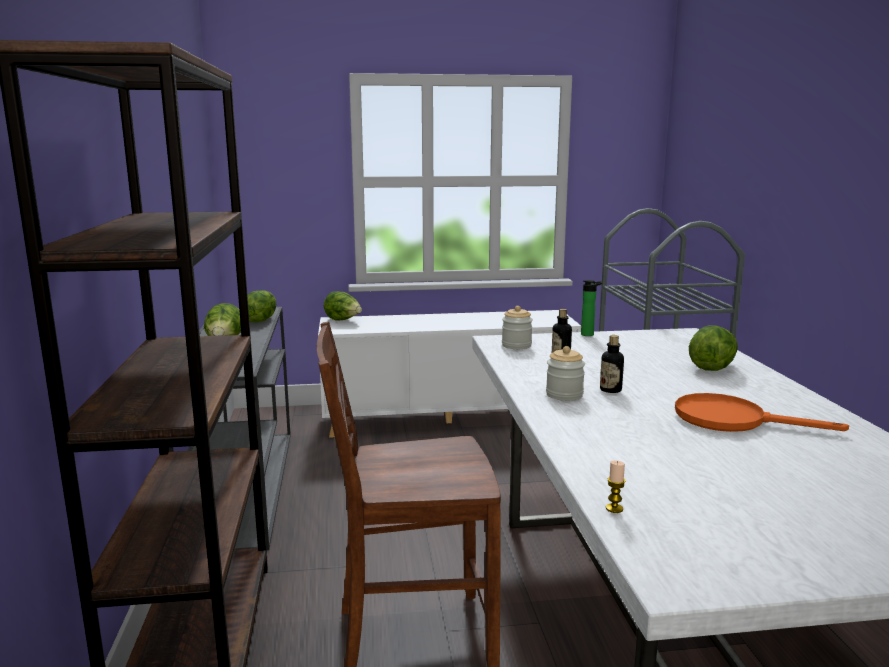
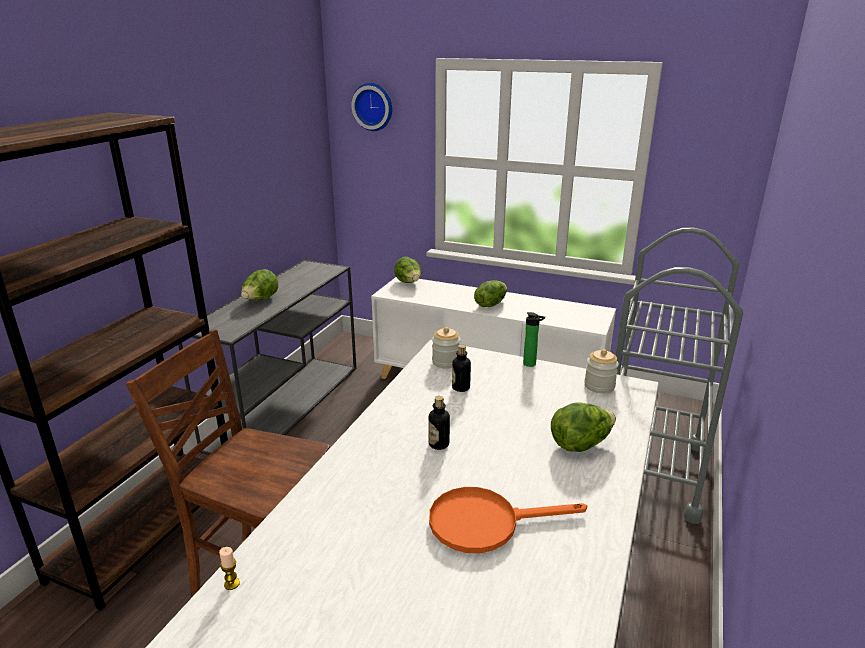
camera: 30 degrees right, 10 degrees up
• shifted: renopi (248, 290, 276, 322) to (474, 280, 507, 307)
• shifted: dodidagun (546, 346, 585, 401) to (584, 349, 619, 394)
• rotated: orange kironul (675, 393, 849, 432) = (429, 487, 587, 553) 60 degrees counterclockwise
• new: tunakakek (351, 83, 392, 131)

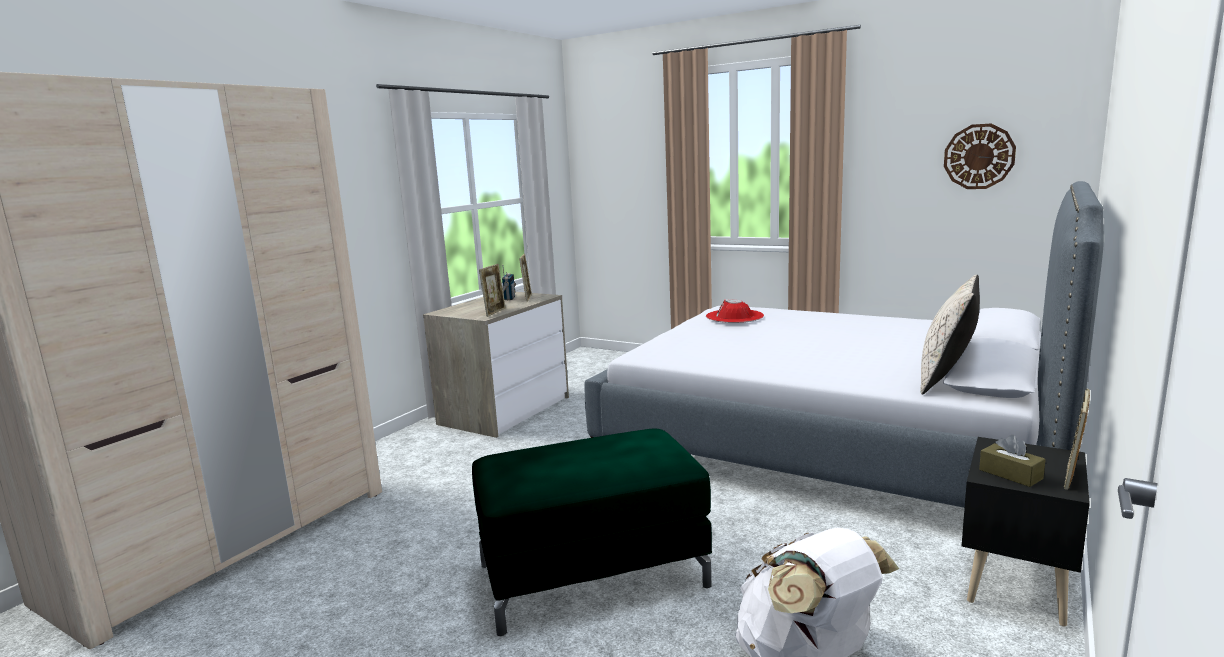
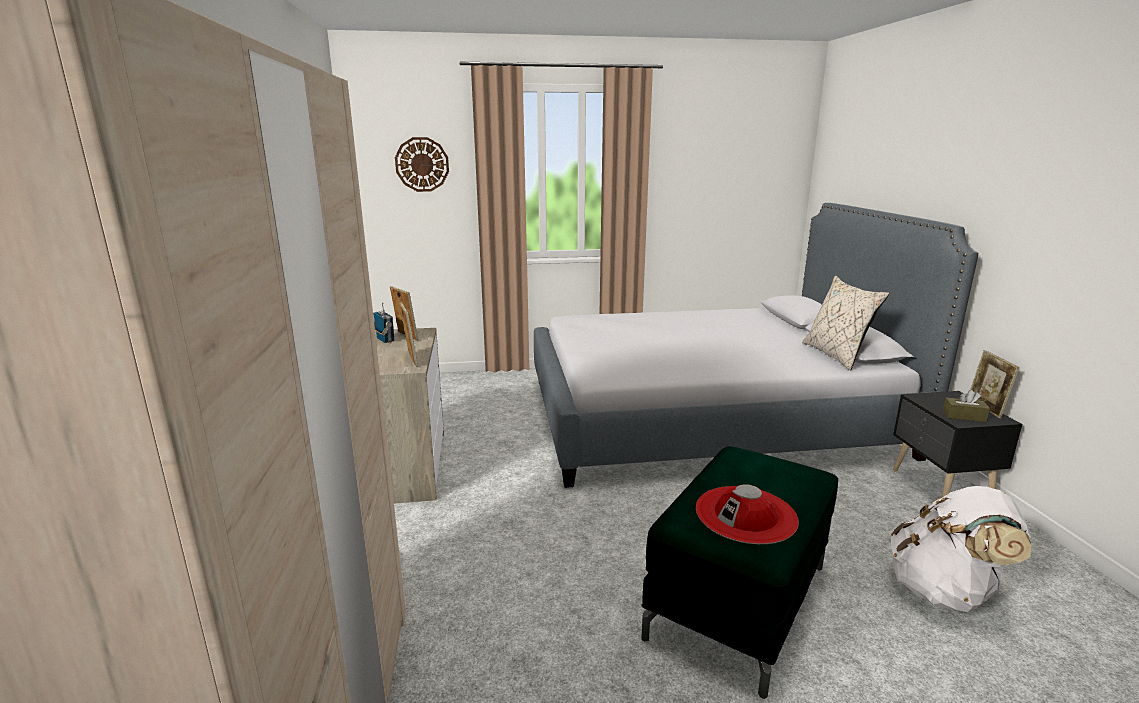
camera: 40 degrees left, 5 degrees up
• shifted: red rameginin (706, 299, 764, 323) to (696, 484, 799, 544)
• shifted: tunakakek (944, 124, 1016, 189) to (395, 137, 449, 192)

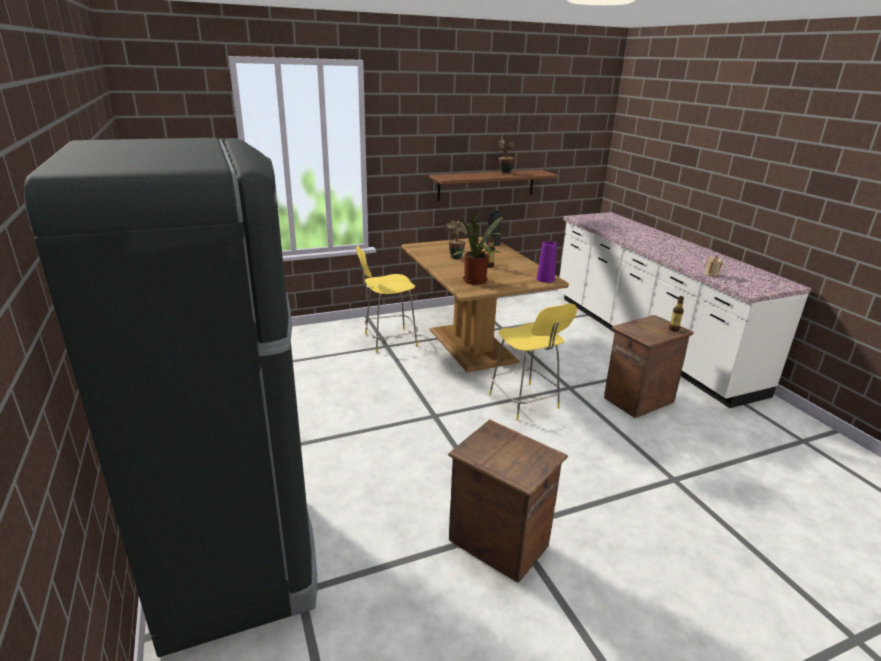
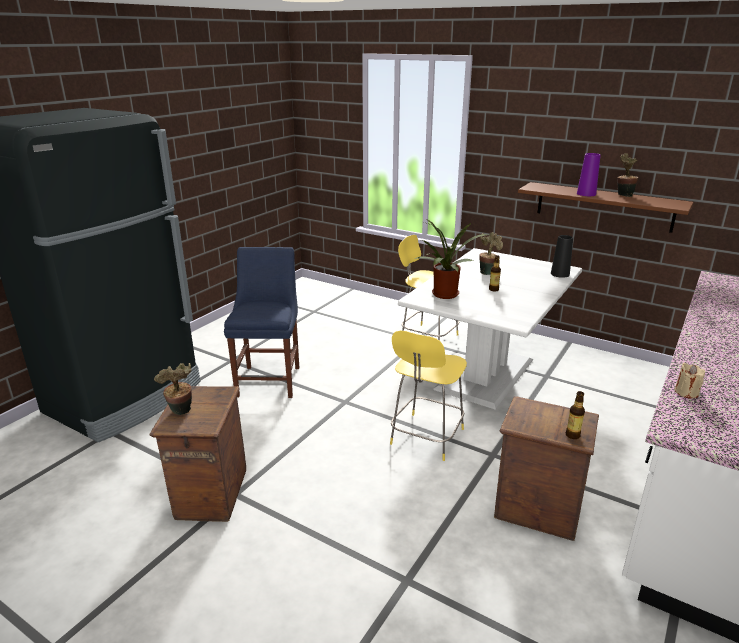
camera: 55 degrees right, 0 degrees up
• repainted: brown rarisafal (402, 237, 569, 372) to white rarisafal (398, 248, 582, 410)
• shifted: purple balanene (537, 241, 557, 283) to (577, 153, 601, 196)
• new: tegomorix (154, 363, 192, 415)
• new: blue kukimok (224, 247, 299, 398)

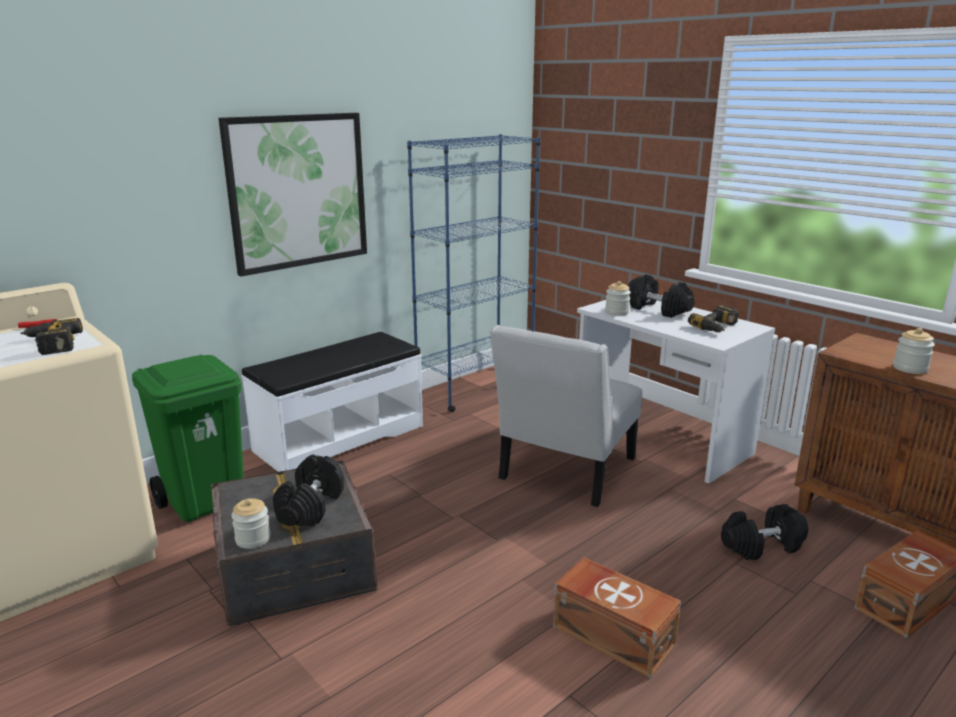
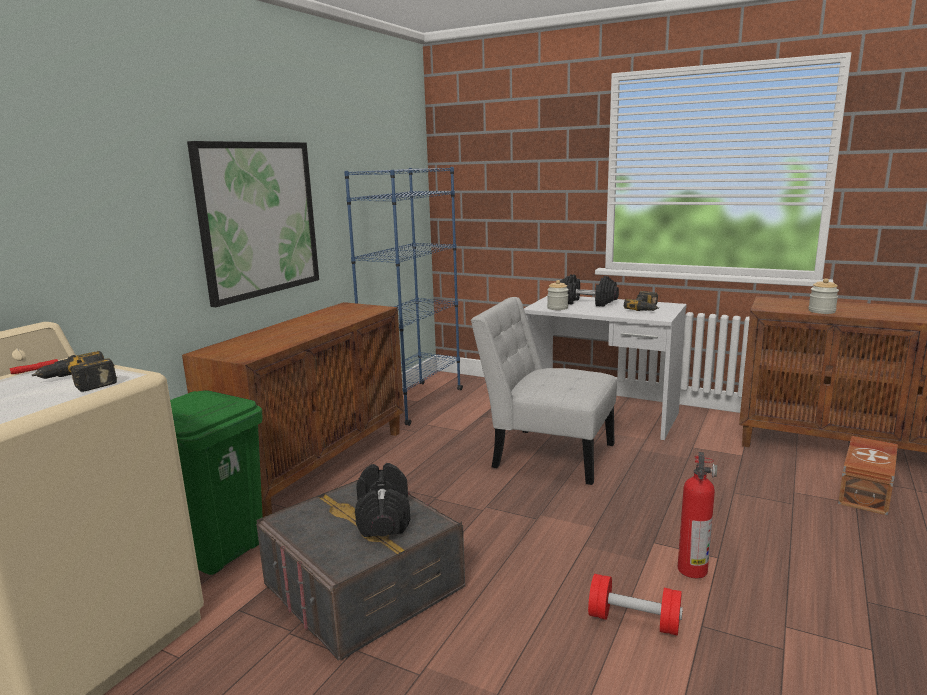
camera: 20 degrees left, 5 degrees down
• gone: dodidagun (232, 498, 271, 549)
• swapped: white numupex (241, 332, 423, 472) to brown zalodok (182, 302, 404, 517)
• rotated: white kukimok (490, 325, 642, 507) = (471, 297, 617, 485) 105 degrees clockwise
• swapped: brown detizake (553, 557, 681, 678) to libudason (678, 452, 717, 578)
• gone: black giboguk (721, 504, 808, 560)
• new: red giboguk (588, 574, 683, 636)

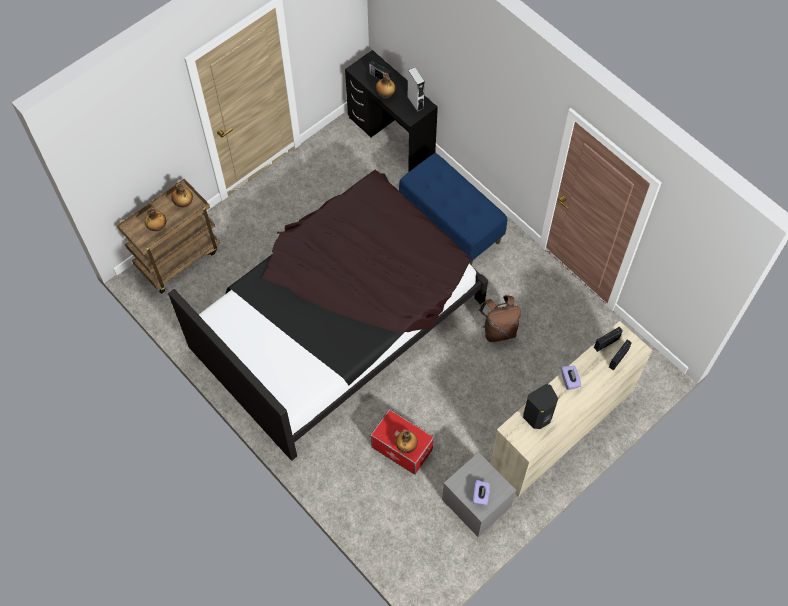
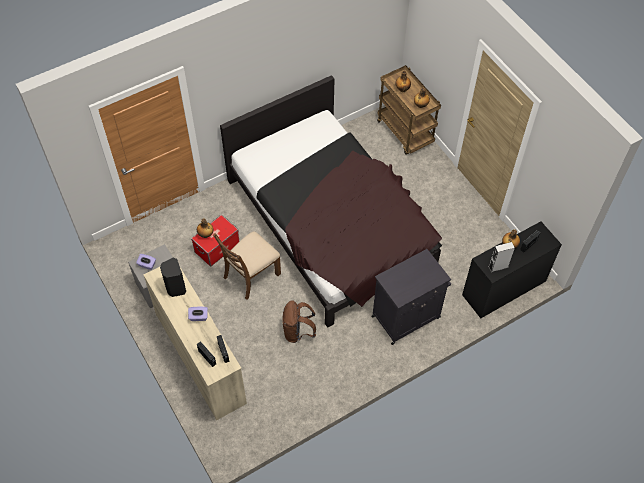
camera: 100 degrees right, 5 degrees down
• swapped: blue numupex (399, 153, 507, 266) to black zalodok (371, 249, 451, 345)
• new: brown kukimok (213, 231, 281, 300)

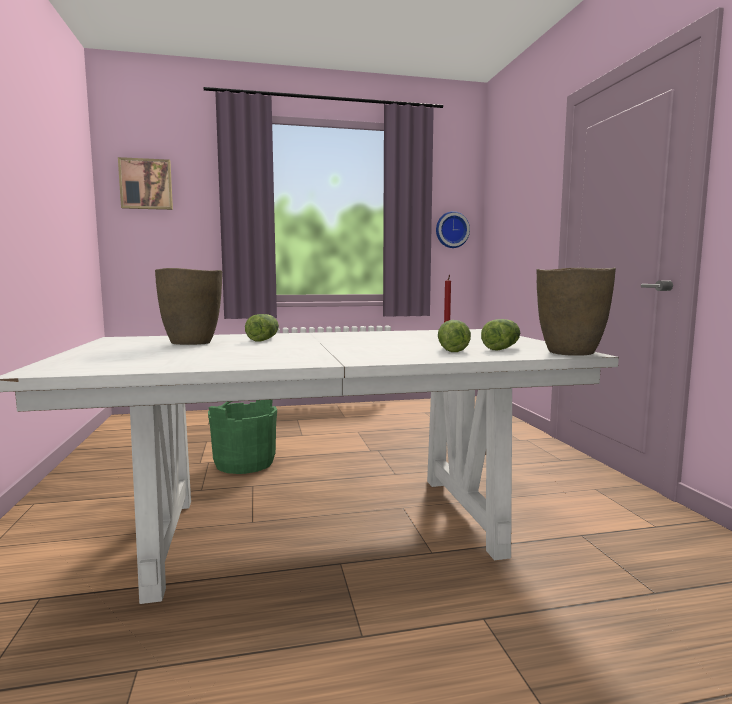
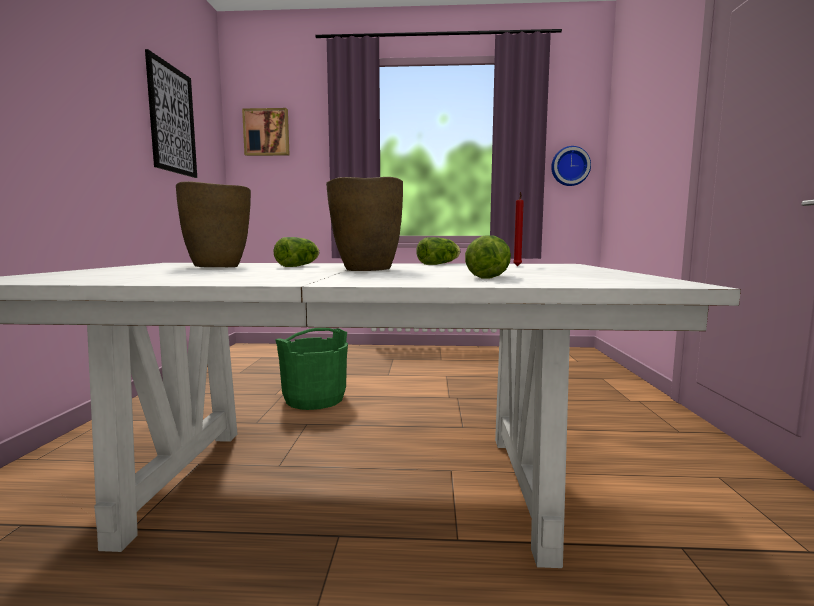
camera: 15 degrees right, 0 degrees up
• shifted: renopi (481, 319, 520, 350) to (416, 237, 461, 265)
• shifted: brown balanene (536, 268, 616, 356) to (326, 177, 403, 271)
• new: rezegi (145, 49, 197, 178)

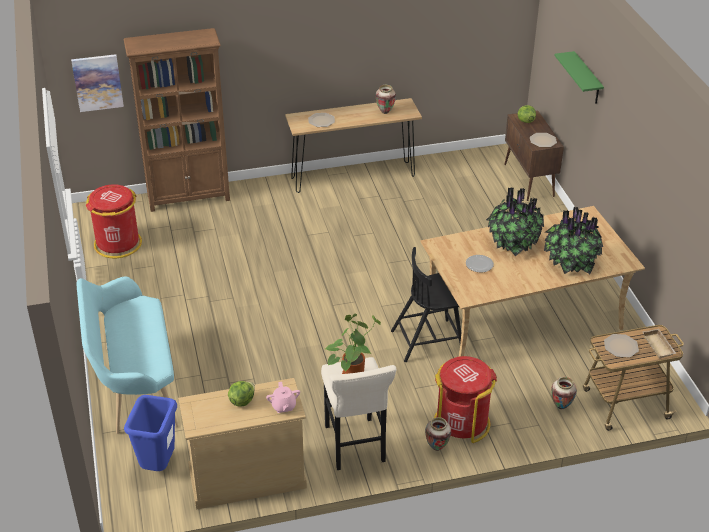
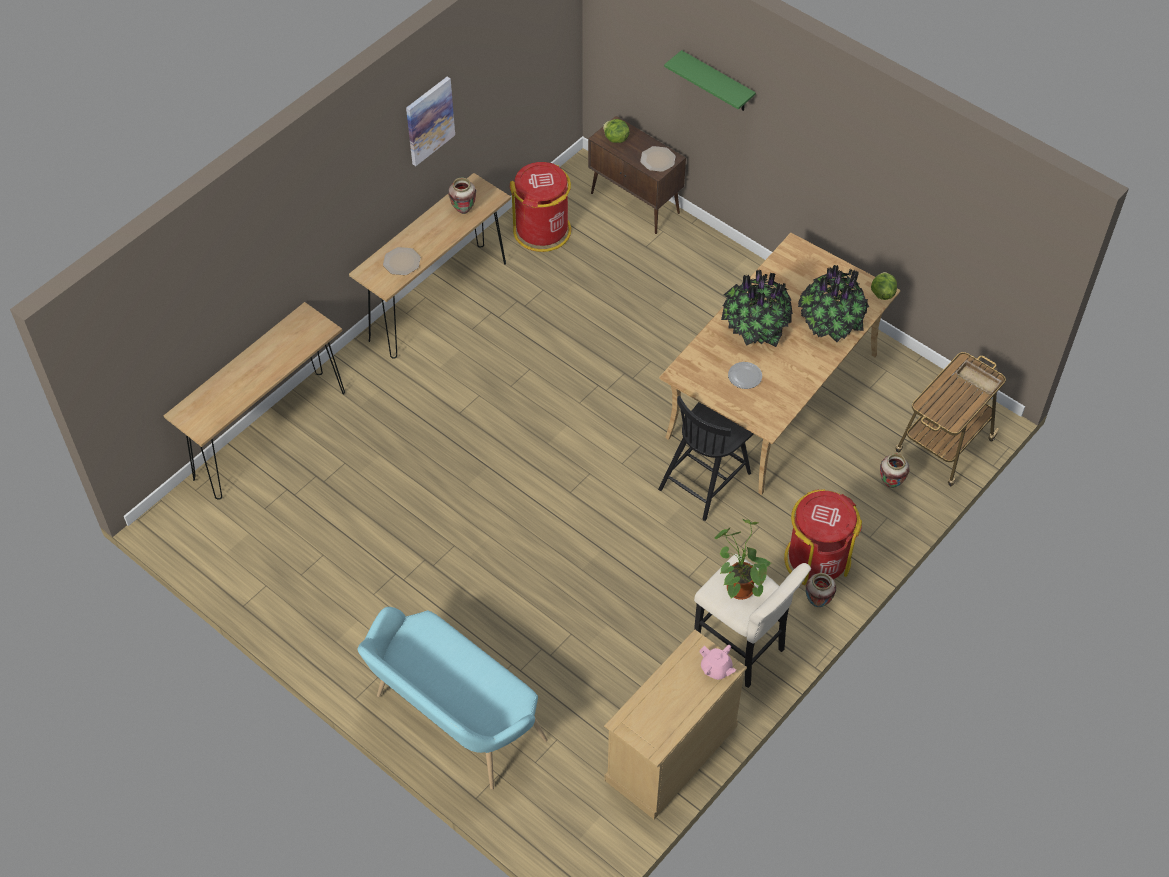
camera: 35 degrees left, 15 degrees up
• shifted: rezegi (71, 54, 124, 112) to (406, 77, 455, 166)
• shifted: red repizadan (86, 184, 142, 258) to (510, 162, 571, 252)
• swapped: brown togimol (124, 28, 230, 212) to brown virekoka (164, 302, 345, 500)
• gone: blue repizadan (124, 395, 177, 471)
• shifted: renopi (228, 381, 255, 407) to (871, 272, 897, 300)
• gone: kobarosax (604, 334, 639, 357)

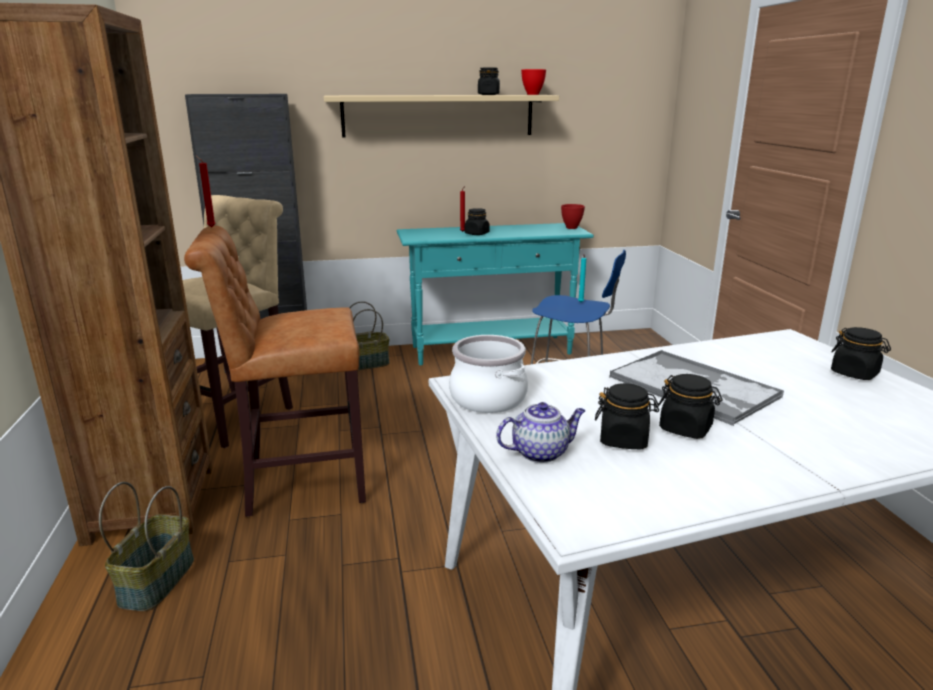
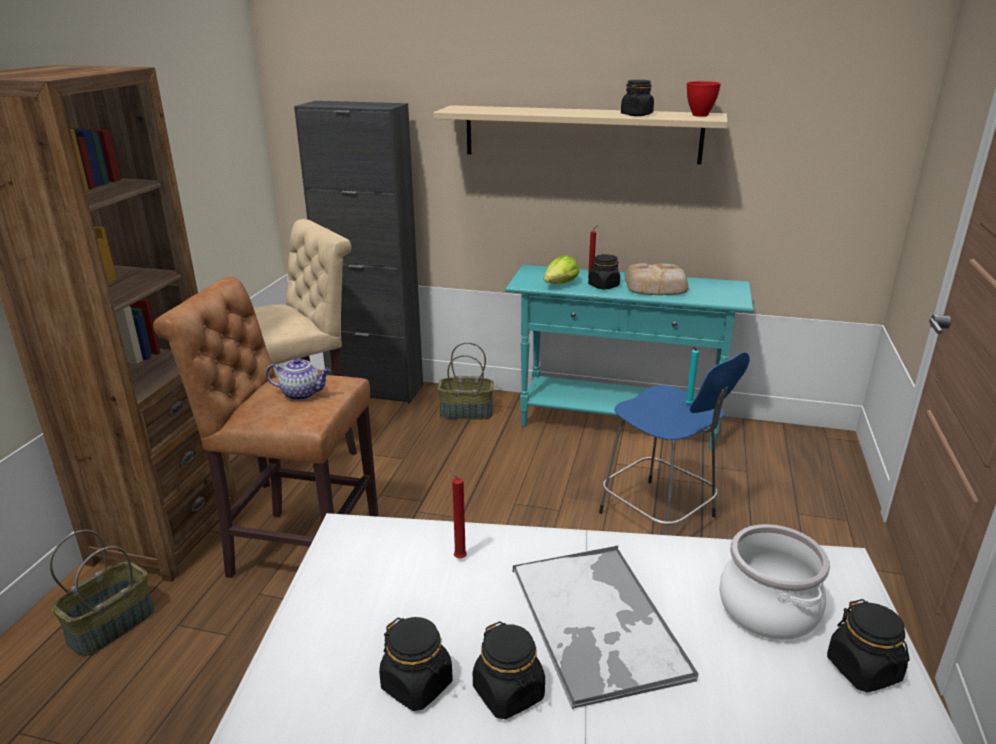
camera: 25 degrees right, 5 degrees up
• shifted: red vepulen (196, 156, 216, 227) to (450, 467, 467, 559)
• shifted: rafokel (449, 335, 528, 413) to (719, 524, 830, 640)
• shifted: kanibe (496, 402, 585, 463) to (266, 358, 331, 400)
• gone: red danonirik (561, 204, 585, 229)
• new: renopi (543, 255, 579, 284)
• new: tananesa (625, 263, 689, 295)

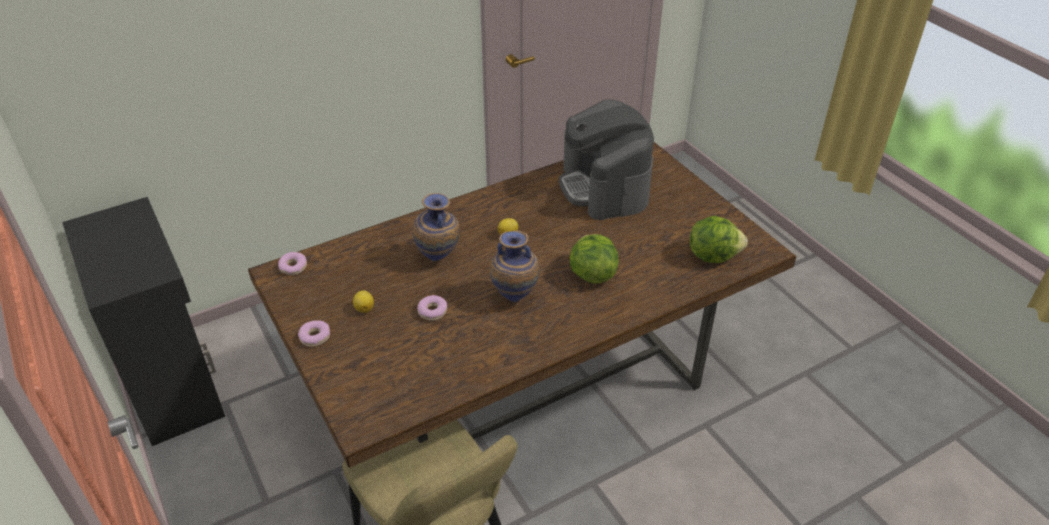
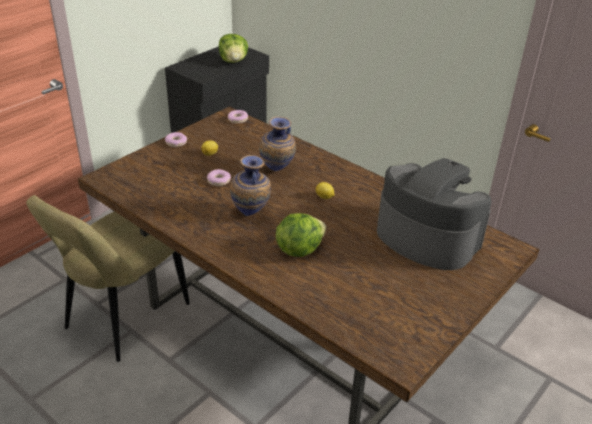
camera: 70 degrees right, 5 degrees down
• rotated: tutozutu (559, 100, 654, 220) = (377, 158, 492, 270) 75 degrees clockwise
• shifted: renopi (690, 216, 748, 263) to (219, 34, 248, 63)

